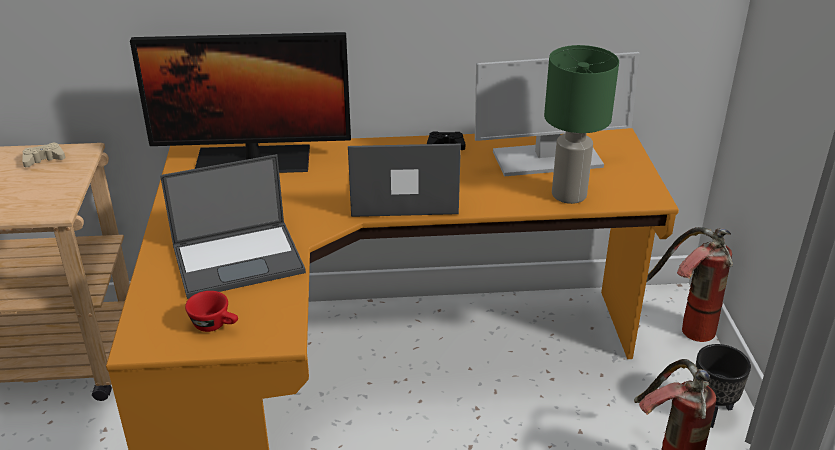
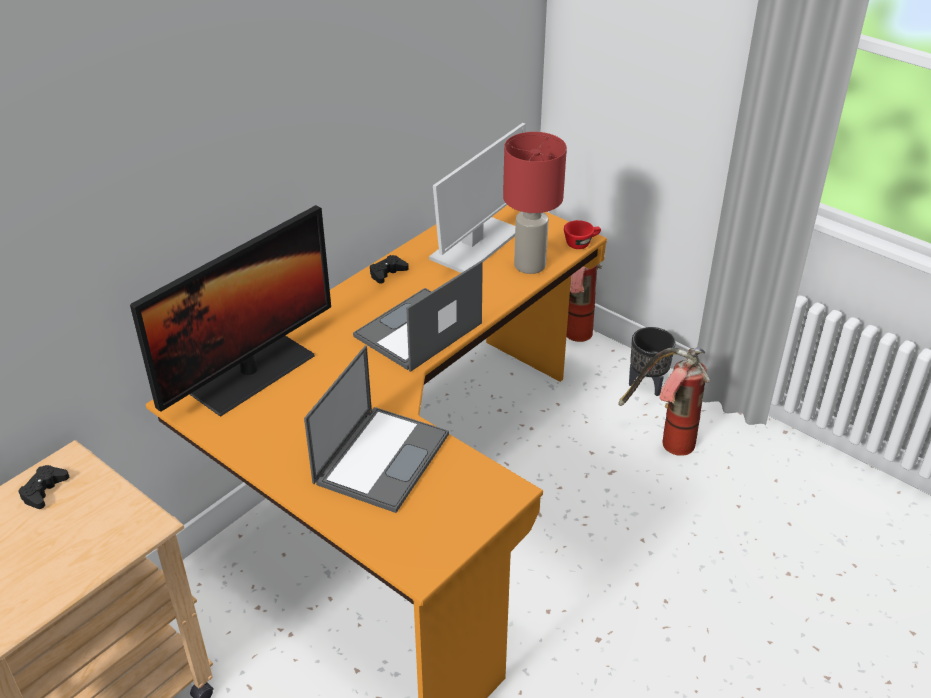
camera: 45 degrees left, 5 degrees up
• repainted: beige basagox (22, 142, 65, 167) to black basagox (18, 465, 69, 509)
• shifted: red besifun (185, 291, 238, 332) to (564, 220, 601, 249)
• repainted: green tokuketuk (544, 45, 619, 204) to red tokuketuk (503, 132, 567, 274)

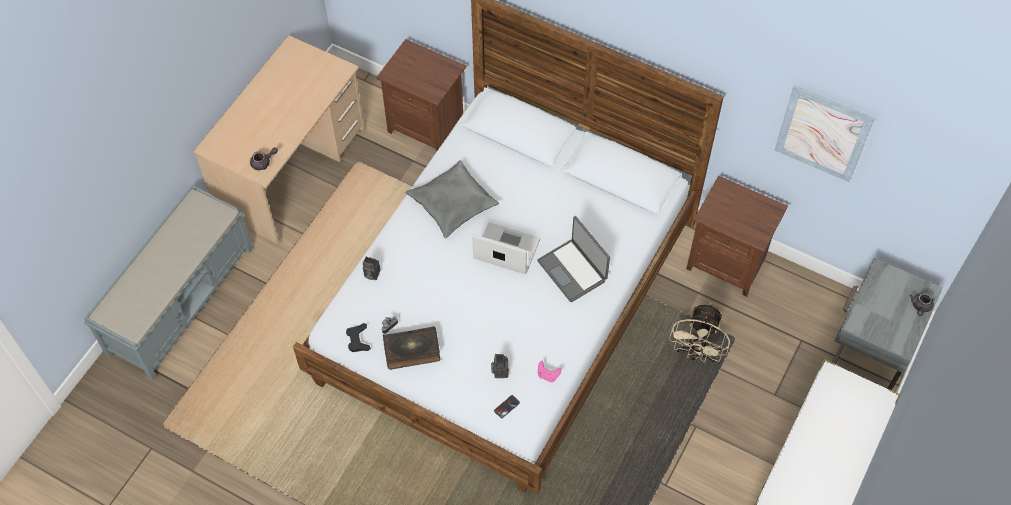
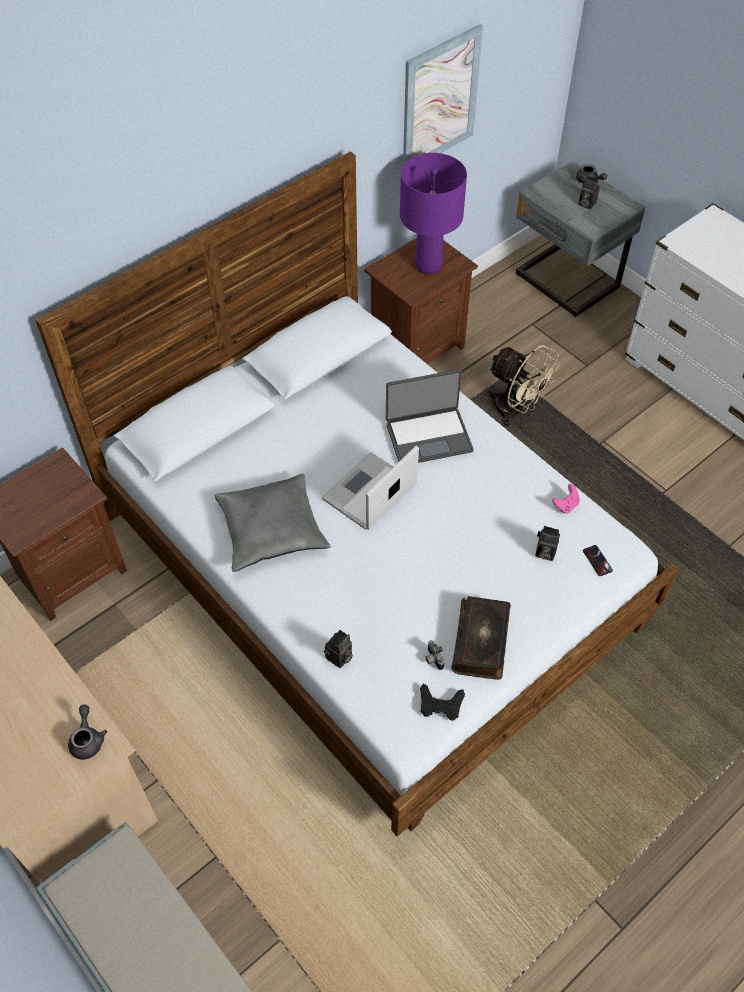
camera: 70 degrees left, 5 degrees down
• new: purple tokuketuk (400, 153, 467, 274)
• new: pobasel (578, 176, 600, 210)

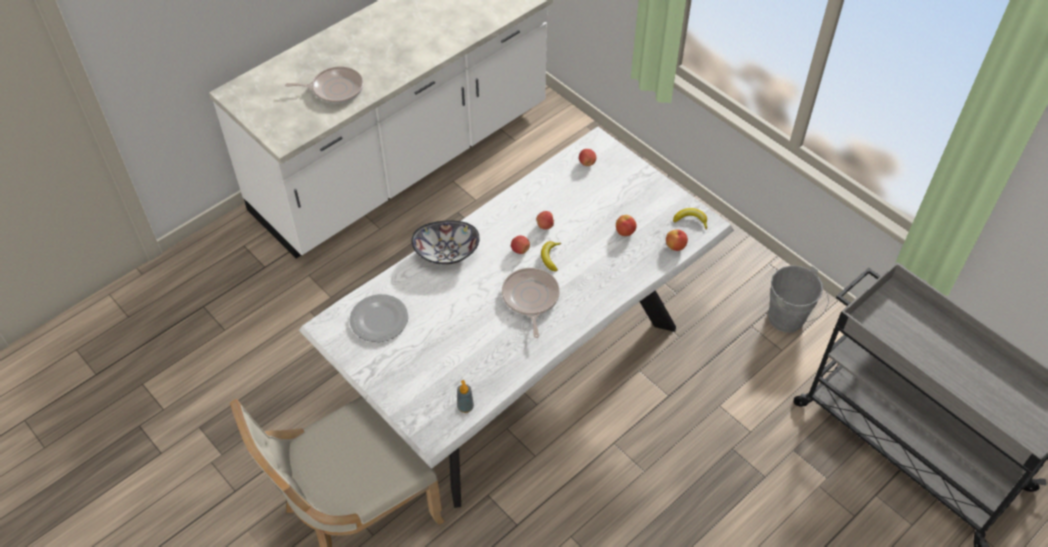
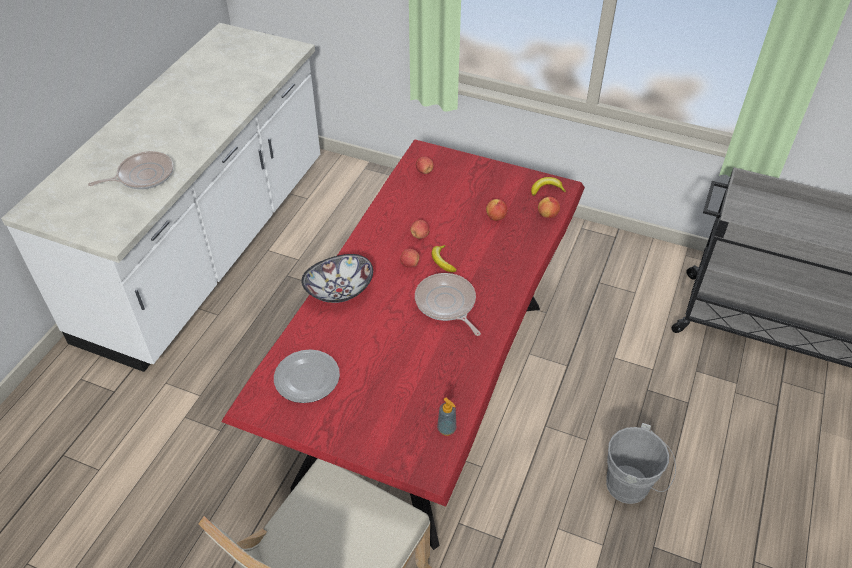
camera: 25 degrees left, 5 degrees down
• repainted: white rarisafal (299, 127, 734, 508) to red rarisafal (221, 140, 585, 550)
• shifted: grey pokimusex (768, 266, 829, 332) to (606, 423, 676, 504)

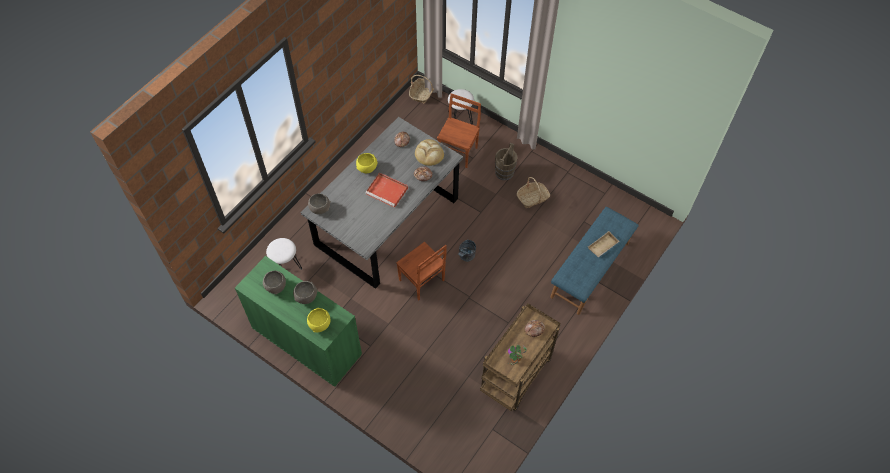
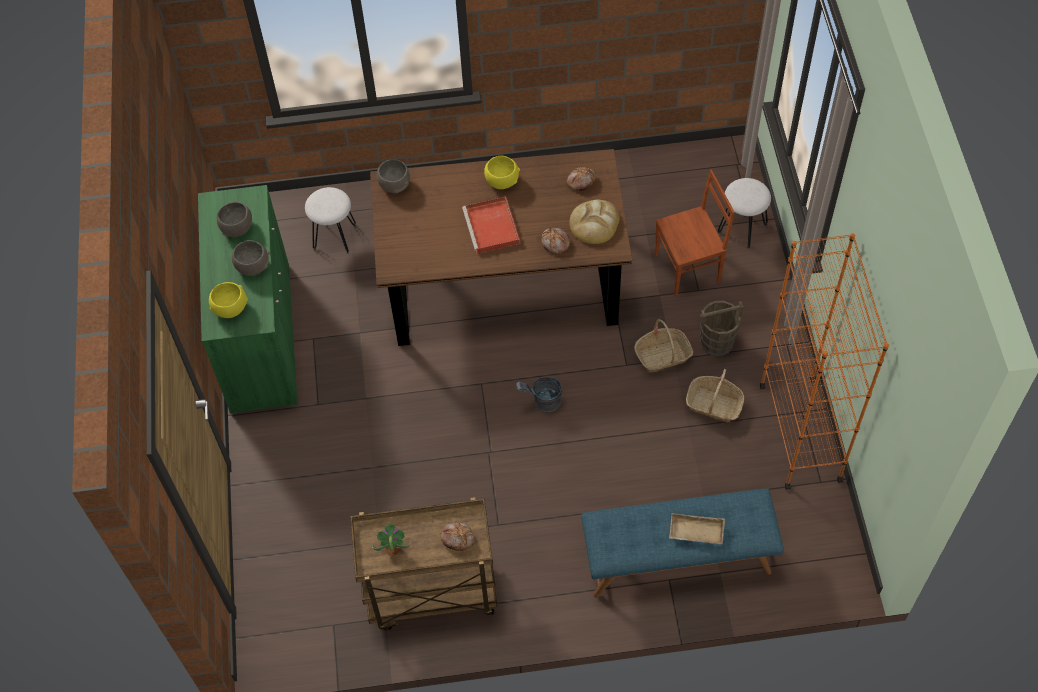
camera: 50 degrees right, 0 degrees up
• repainted: grey rarisafal (301, 117, 463, 289) to brown rarisafal (370, 149, 632, 346)
• gone: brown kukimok (396, 242, 447, 301)
• shifted: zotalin (409, 75, 434, 104) to (634, 319, 693, 373)
• new: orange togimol (760, 233, 889, 490)

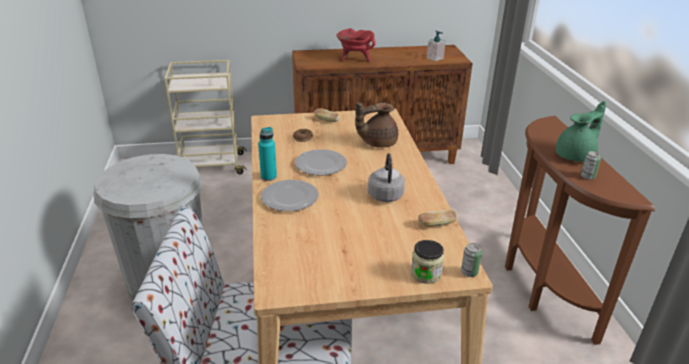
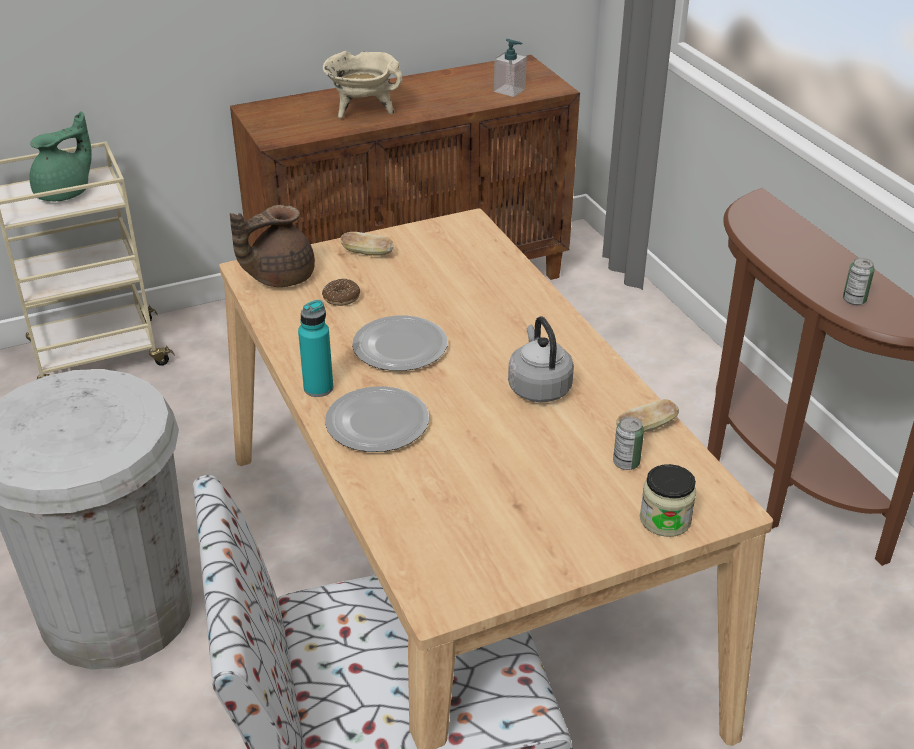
camera: 15 degrees left, 5 degrees up
• repainted: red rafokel (336, 28, 376, 62) to beige rafokel (323, 51, 402, 119)
• shifted: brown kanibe (355, 102, 398, 148) to (230, 205, 315, 287)
• shifted: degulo (461, 243, 482, 277) to (613, 417, 644, 470)
• shifted: green kanibe (556, 101, 606, 162) to (30, 111, 92, 201)

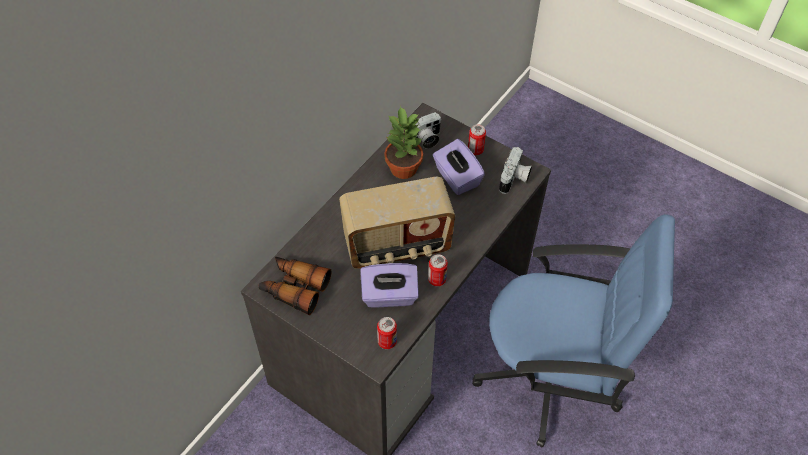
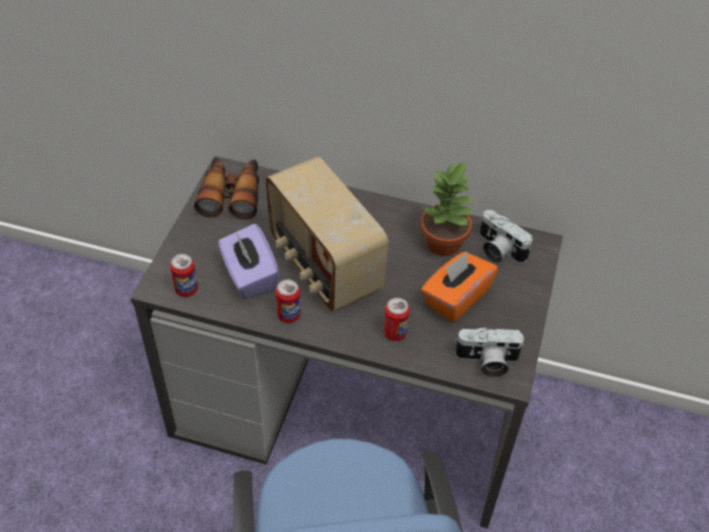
camera: 70 degrees right, 5 degrees down
• repainted: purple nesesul (433, 139, 485, 195) to orange nesesul (421, 252, 498, 322)
• shifted: degulo (468, 124, 486, 155) to (383, 298, 410, 341)

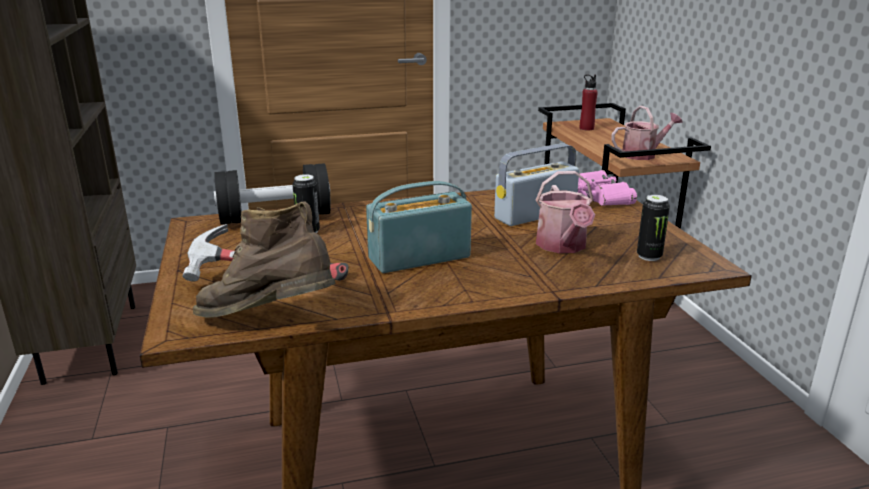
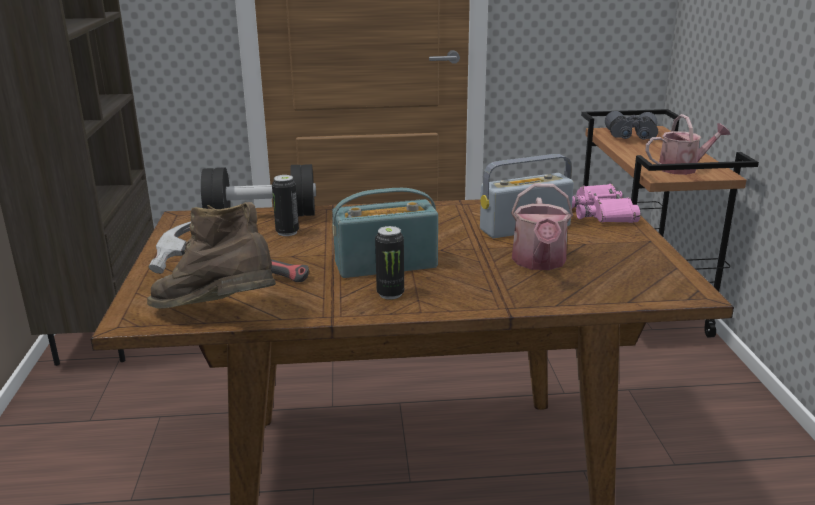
camera: 10 degrees right, 0 degrees up
• swapped: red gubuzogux (580, 75, 598, 131) to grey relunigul (605, 111, 658, 140)
• shifted: degulo (637, 195, 670, 261) to (375, 226, 404, 299)

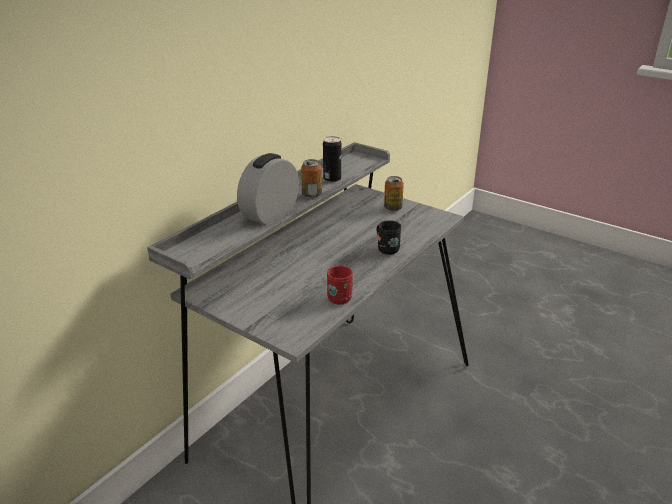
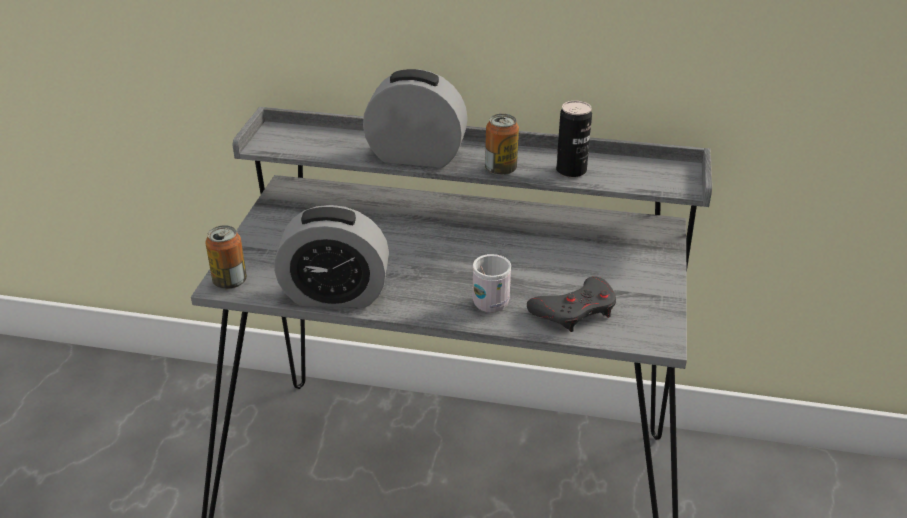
camera: 65 degrees right, 5 degrees up
• swapped: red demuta (327, 265, 353, 304) to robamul (274, 205, 389, 307)
• repainted: black demuta (376, 220, 401, 255) to white demuta (473, 254, 511, 312)
• shifted: degulo (384, 176, 404, 211) to (205, 225, 247, 289)
• new: grey basagox (527, 277, 616, 332)

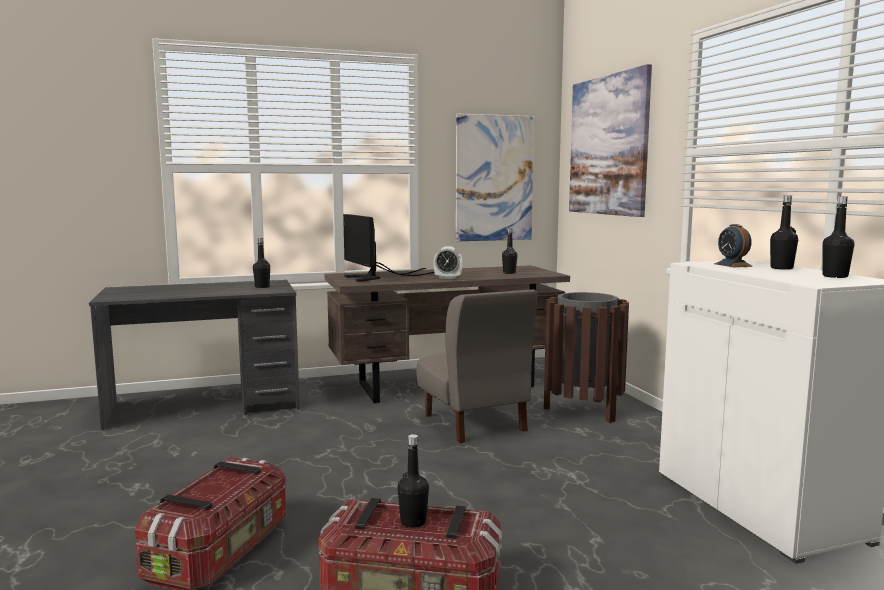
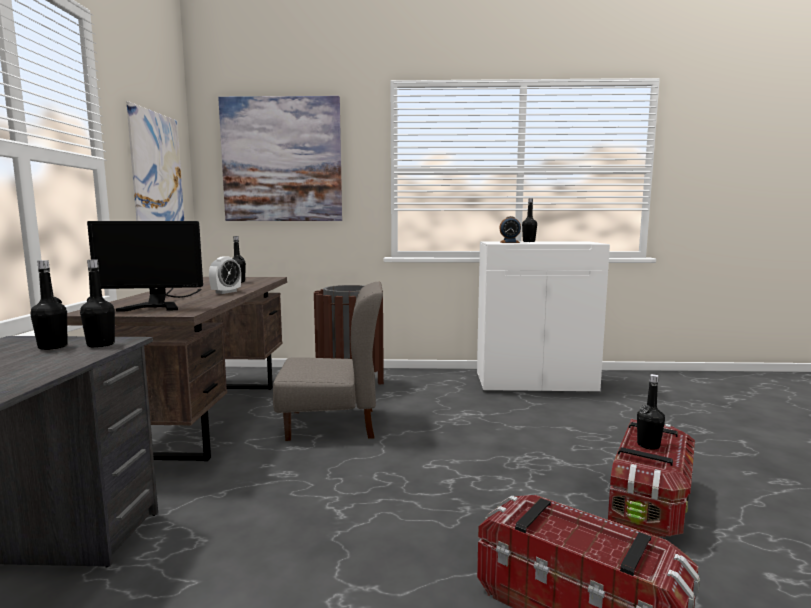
camera: 70 degrees left, 0 degrees up
• shifted: black gubuzogux (822, 196, 854, 278) to (80, 259, 115, 348)

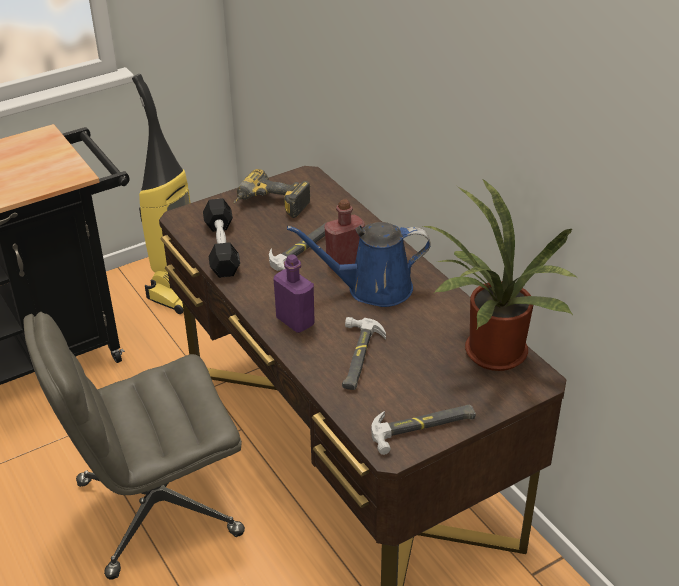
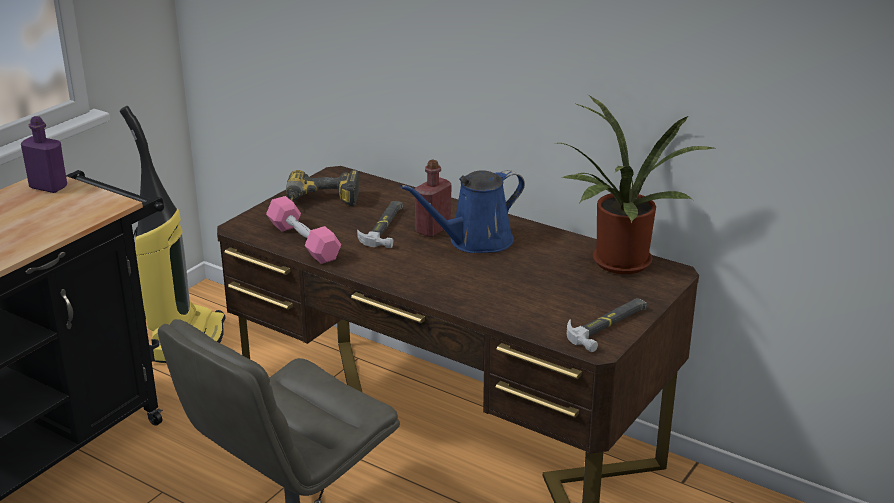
camera: 25 degrees left, 10 degrees down
• repainted: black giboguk (203, 198, 240, 278) to pink giboguk (266, 196, 341, 264)
• shifted: purple gubuzogux (273, 254, 315, 333) to (21, 116, 67, 193)
• gone: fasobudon (342, 317, 386, 390)

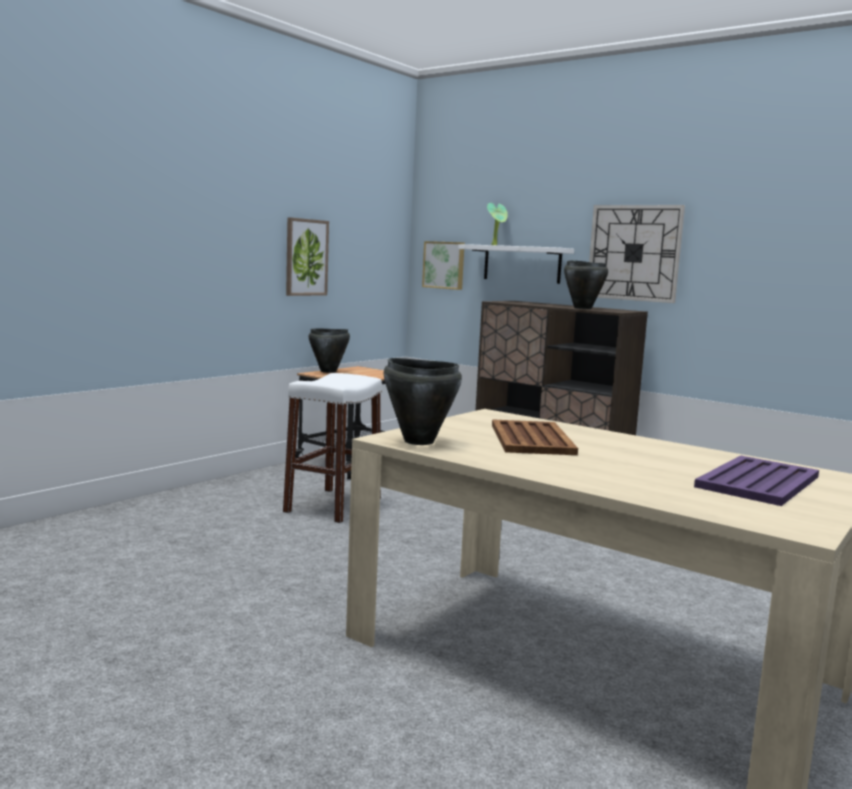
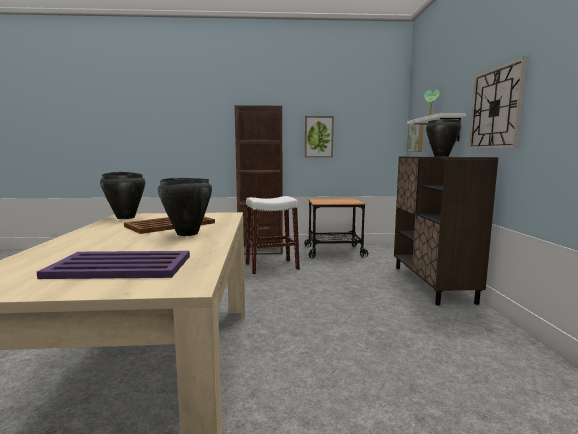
camera: 50 degrees right, 0 degrees up
• shifted: black rafokel (309, 328, 350, 373) to (158, 178, 212, 236)
• new: brown togimol (235, 105, 283, 255)

